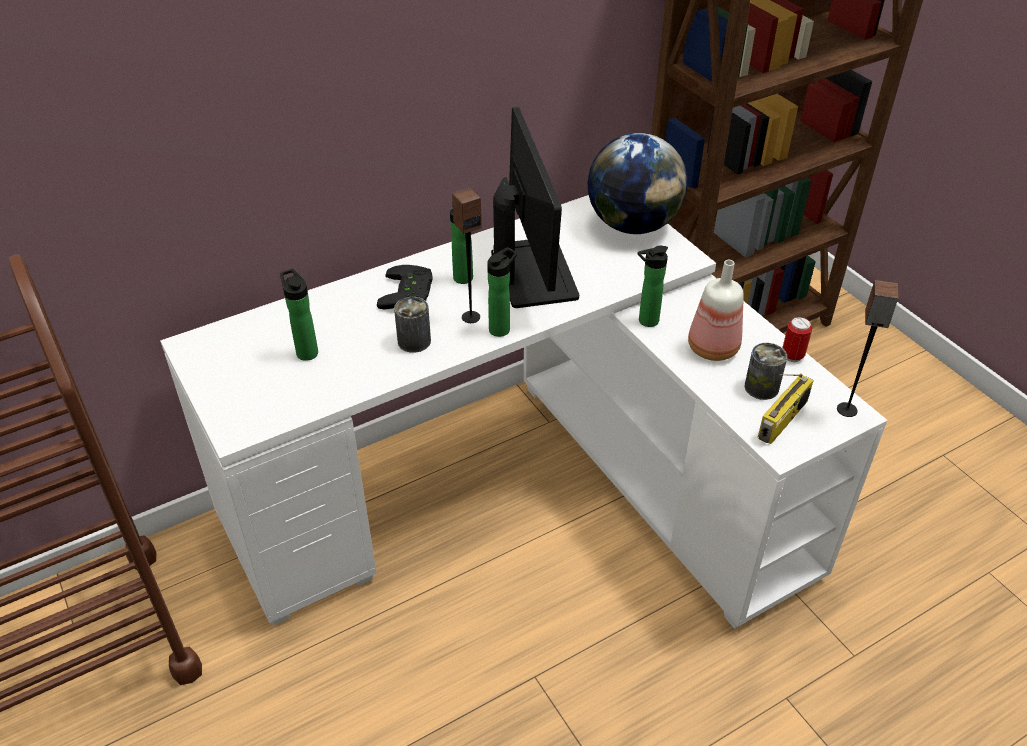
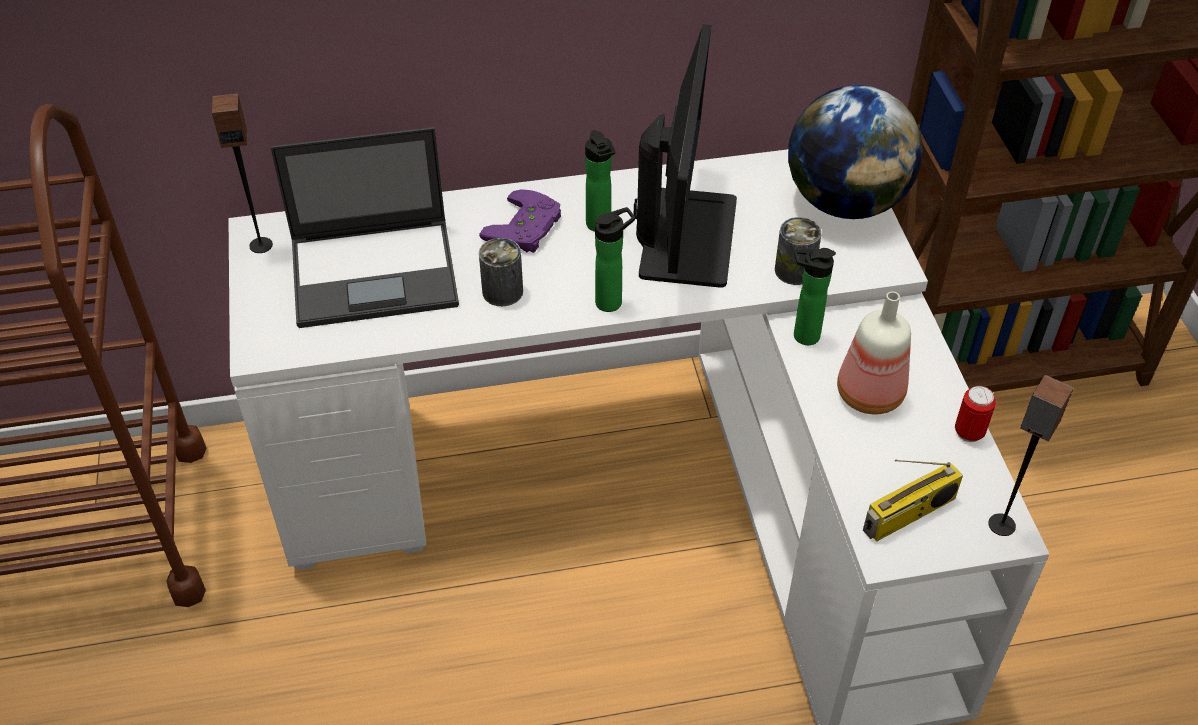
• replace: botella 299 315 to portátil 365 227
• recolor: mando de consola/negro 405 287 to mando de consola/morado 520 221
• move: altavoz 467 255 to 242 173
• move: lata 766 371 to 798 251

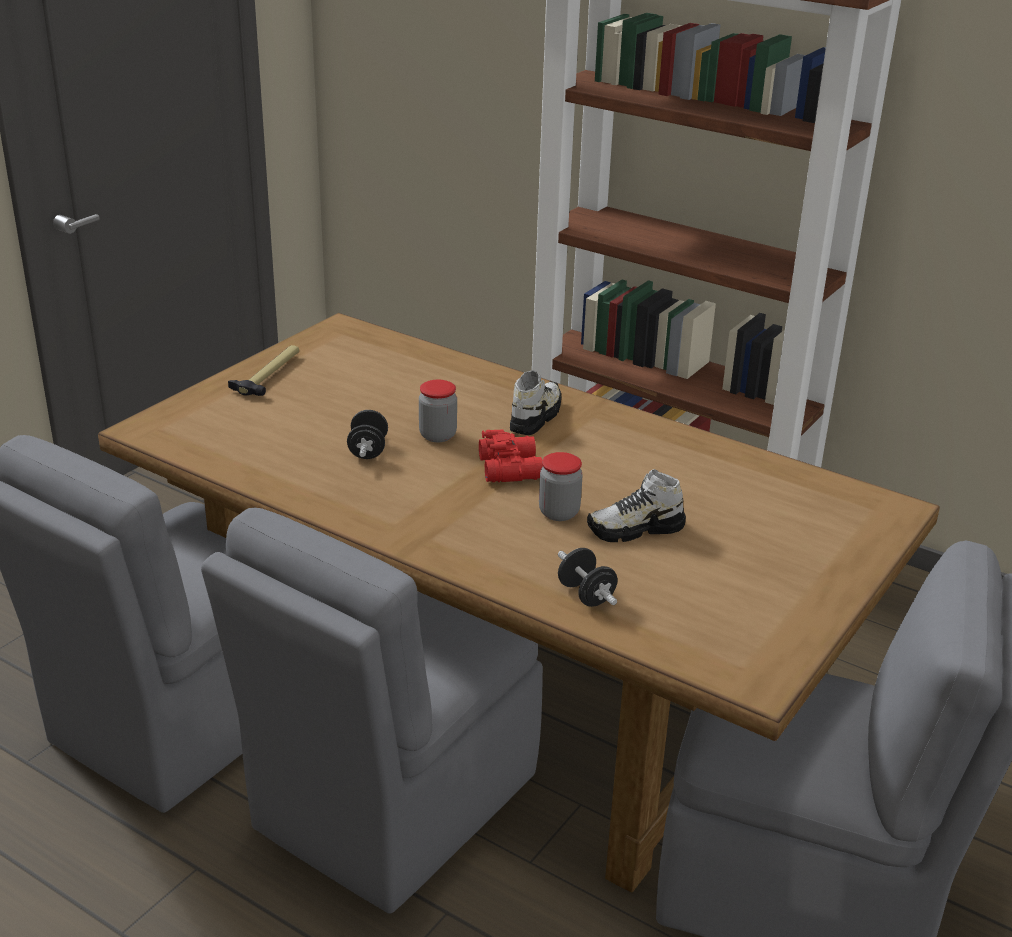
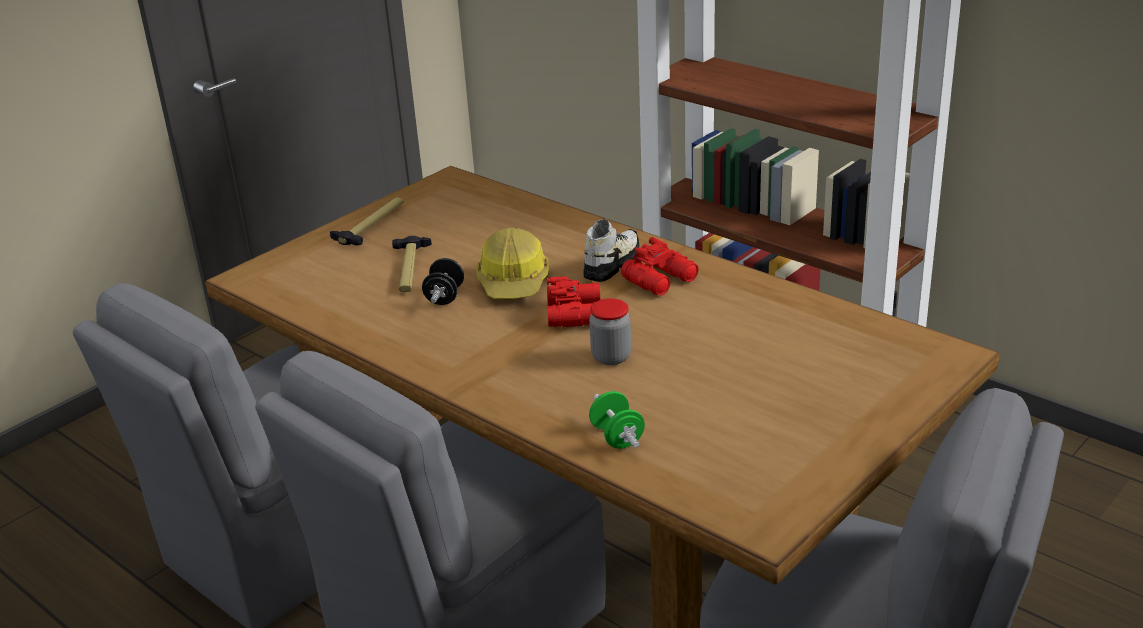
• replace: tarro 438 411 to casco 512 263
• recolor: mancuerna/negro 587 577 to mancuerna/verde 617 420
• delete: zapato 636 505
• insert: martillo 412 264
• insert: prismáticos/rojo 660 266

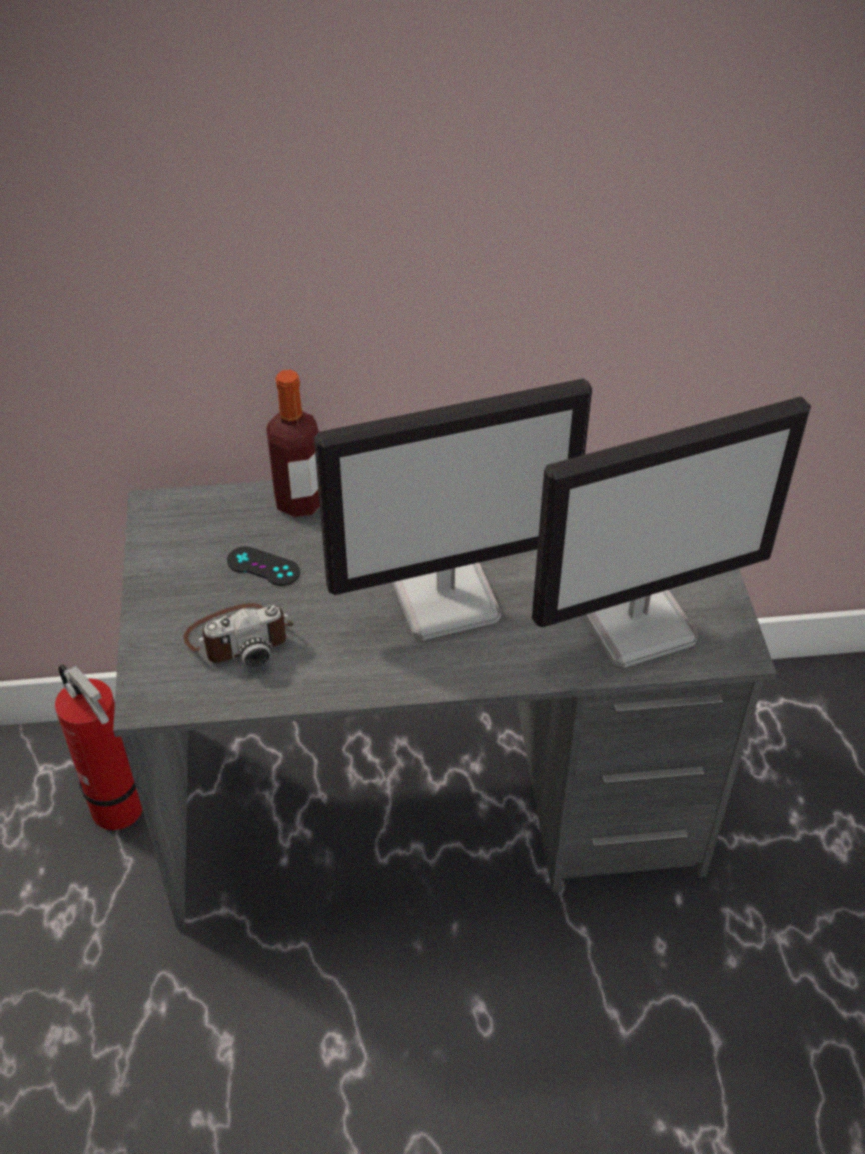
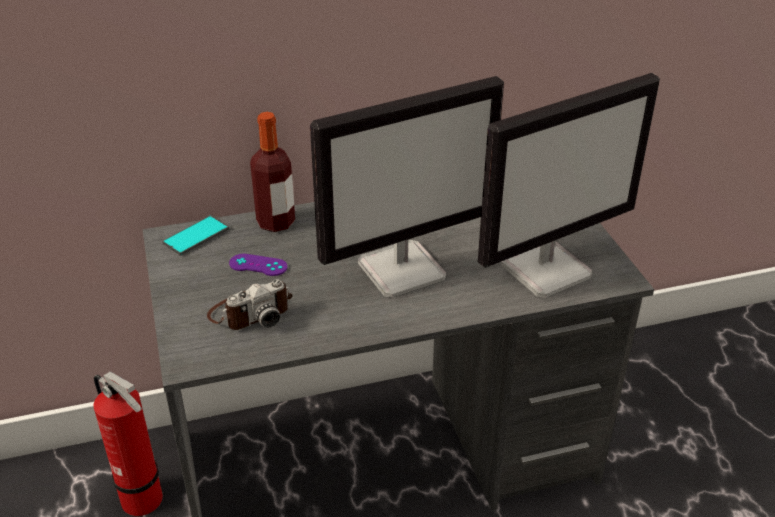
• recolor: mando de consola/negro 263 566 to mando de consola/morado 258 265
• insert: móvil 195 235

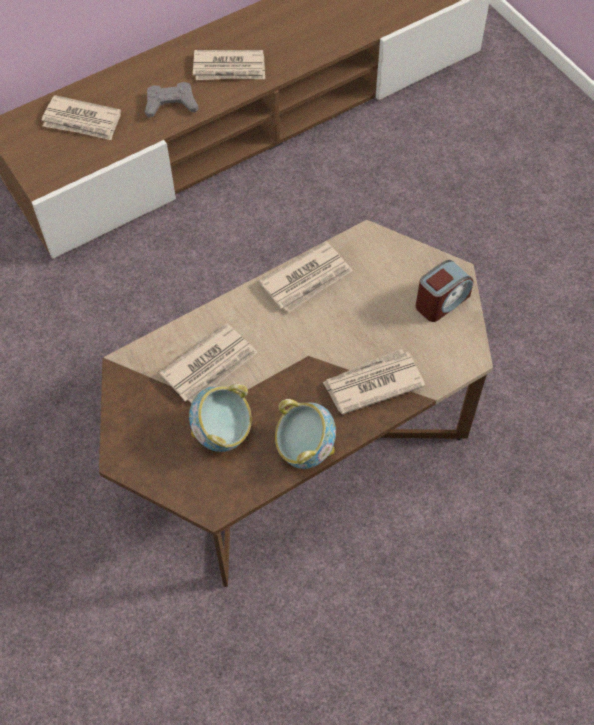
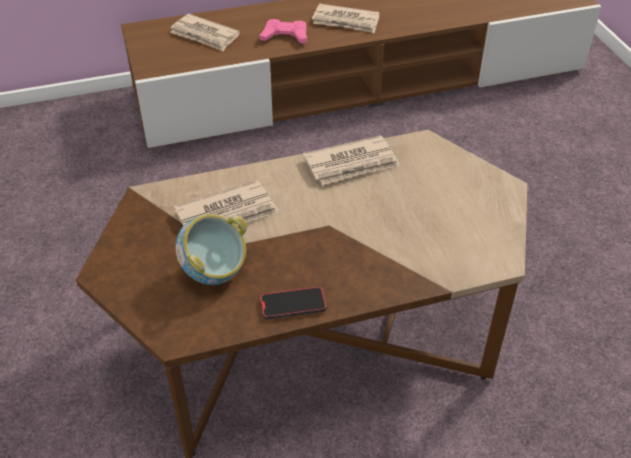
• recolor: mando de consola/gris 171 100 to mando de consola/rosa 283 31
• replace: cuenco 305 434 to móvil 293 302
• delete: periódico 373 382
• delete: despertador 444 291

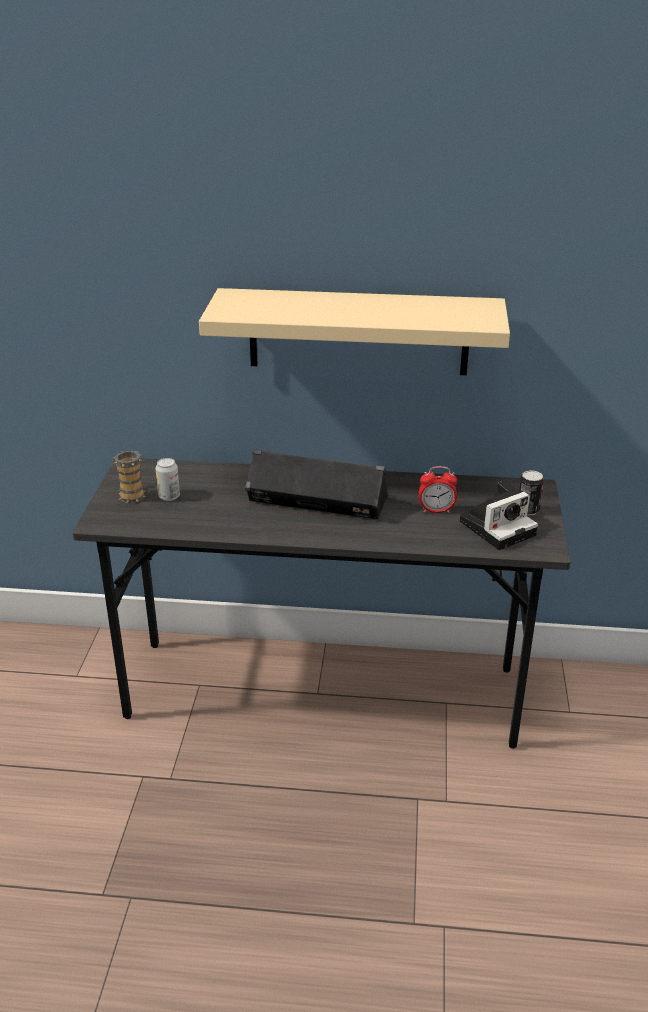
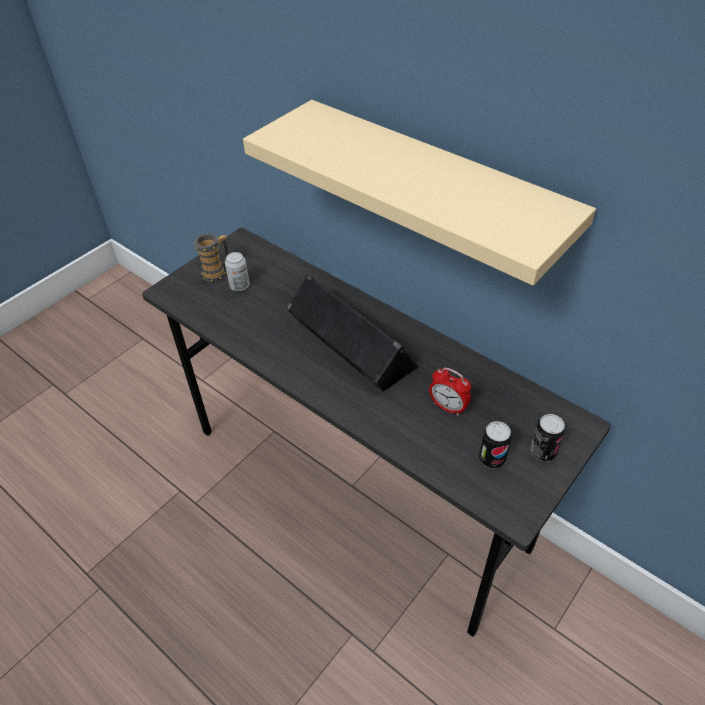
• replace: cámara 499 515 to lata 495 445

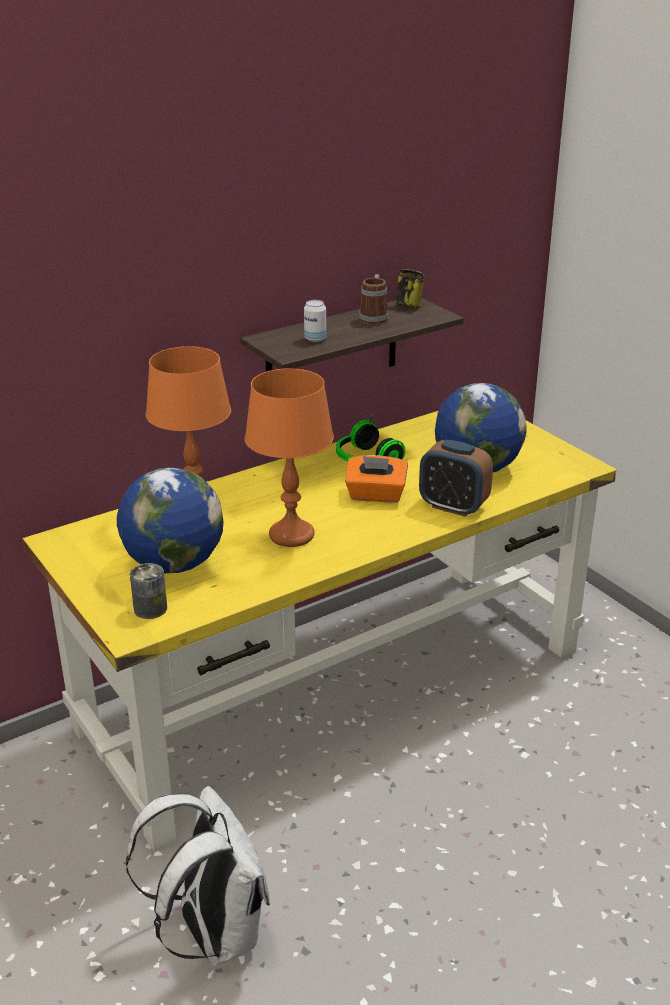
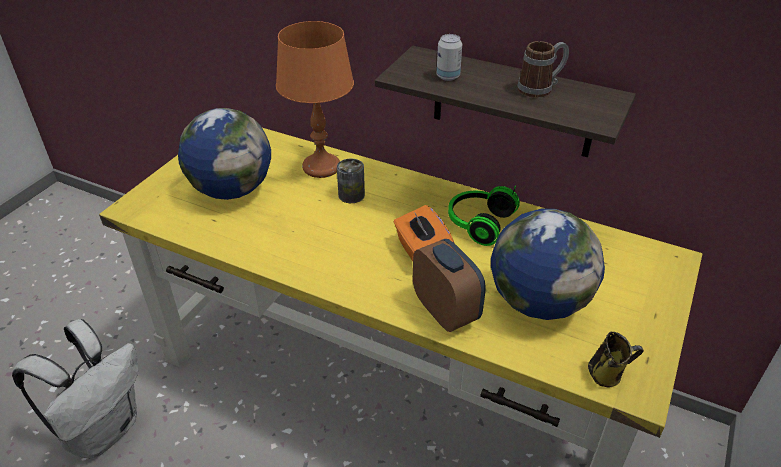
• move: lata 148 591 to 351 181
• delete: lámpara de mesa/naranja 289 457
• move: taza grande 410 289 to 616 360
• rotate: despertador 456 478 = 449 285 150 degrees clockwise

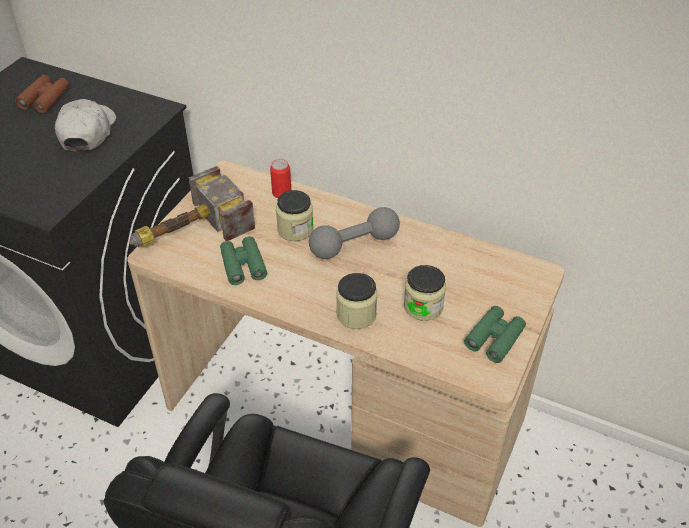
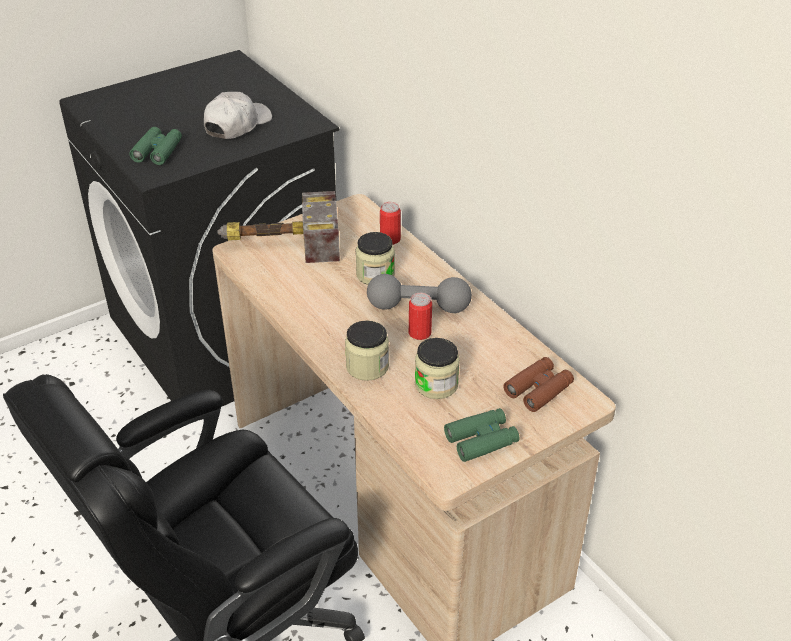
• move: prismáticos/marrón 42 94 to 538 384
• move: prismáticos/verde 243 260 to 155 146
• insert: lata 420 316

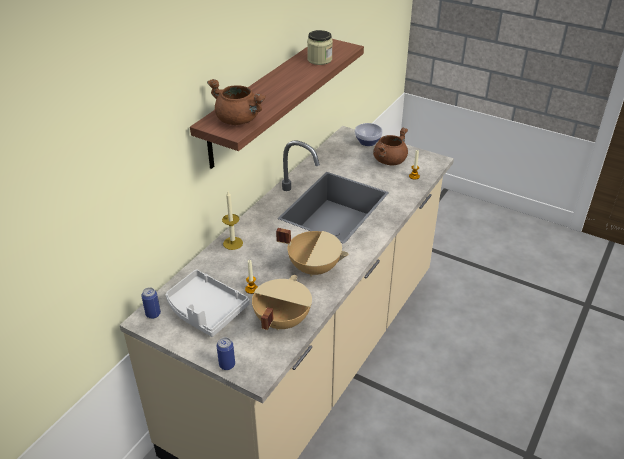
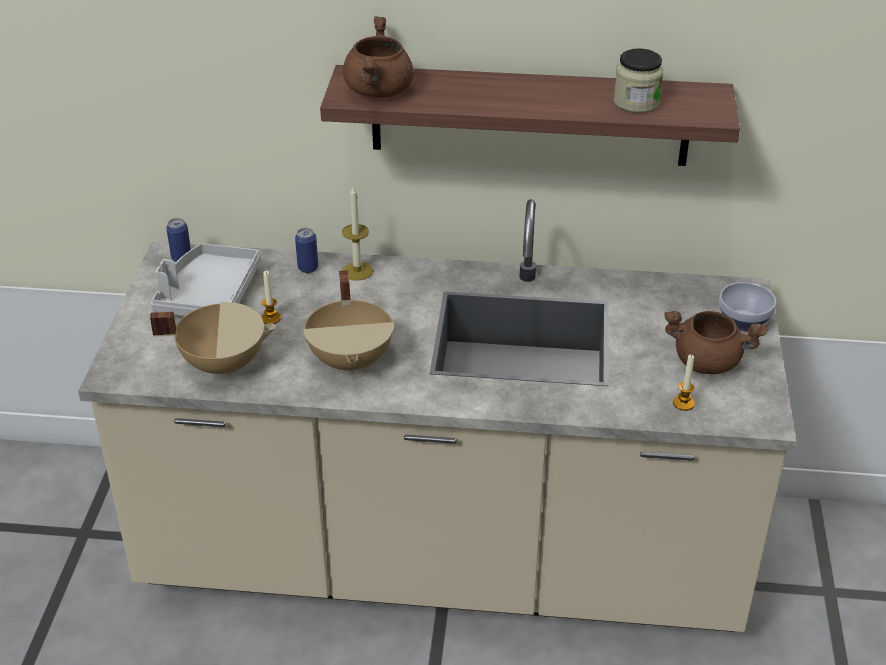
• move: lata 226 353 to 306 250

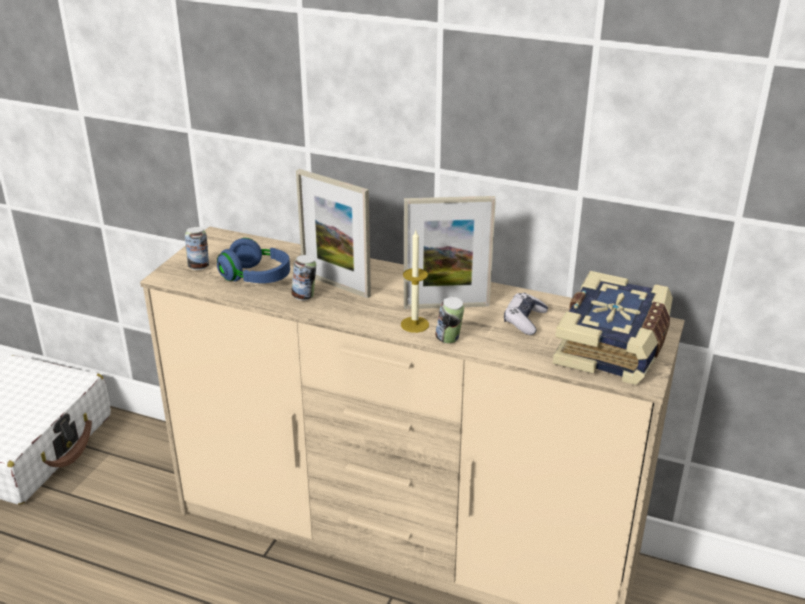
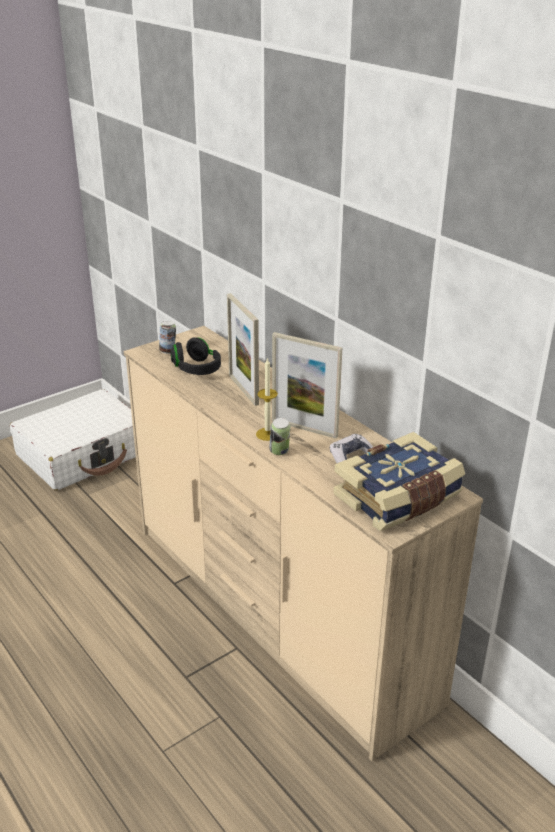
• recolor: auriculares/azul 253 260 to auriculares/negro 195 356
• delete: lata 303 277

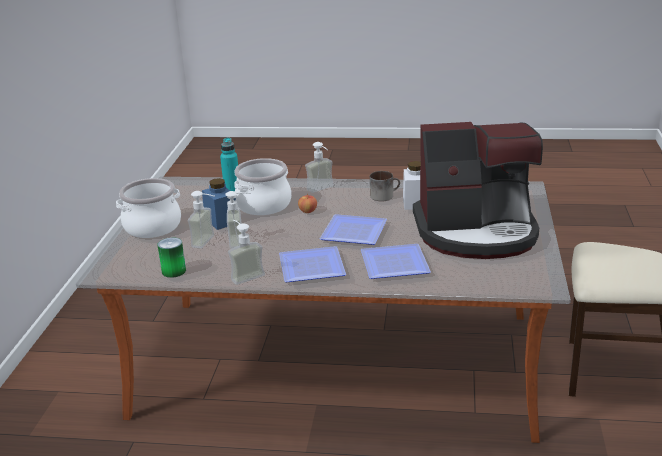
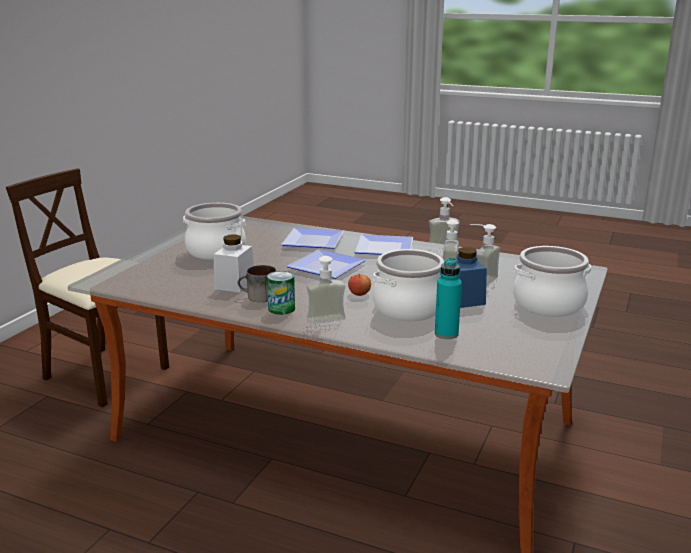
• move: lata 171 257 to 281 293
• replace: cafetera 478 190 to olla 214 231

